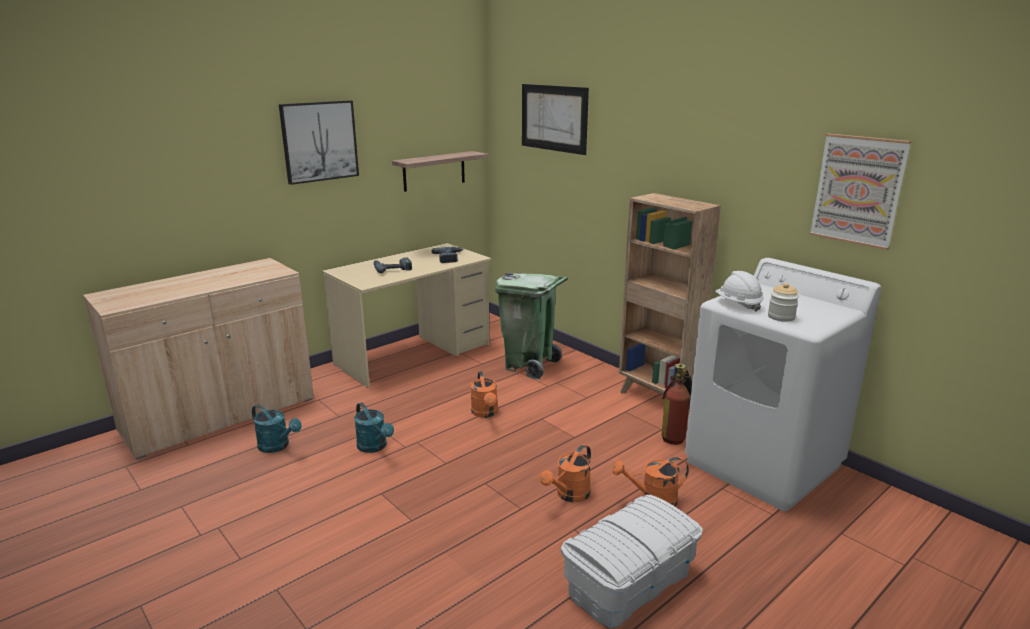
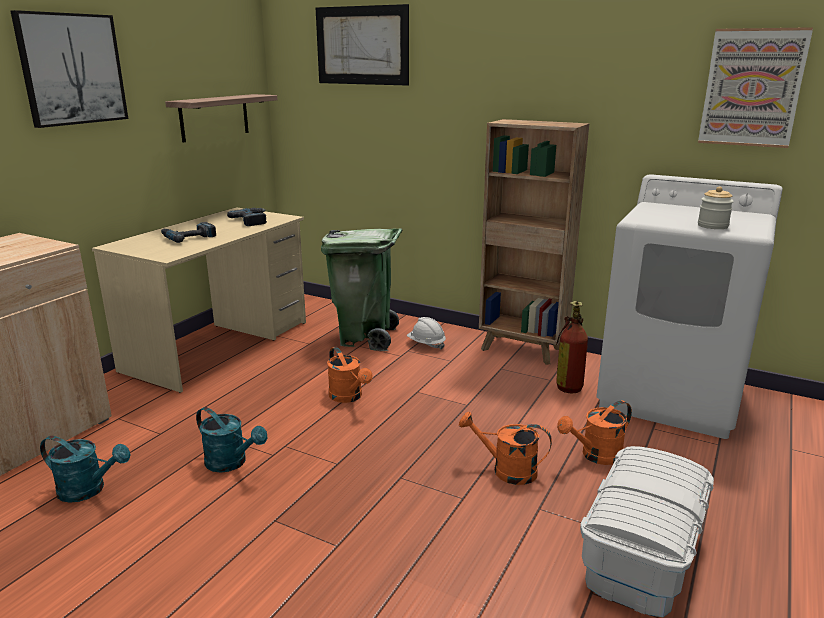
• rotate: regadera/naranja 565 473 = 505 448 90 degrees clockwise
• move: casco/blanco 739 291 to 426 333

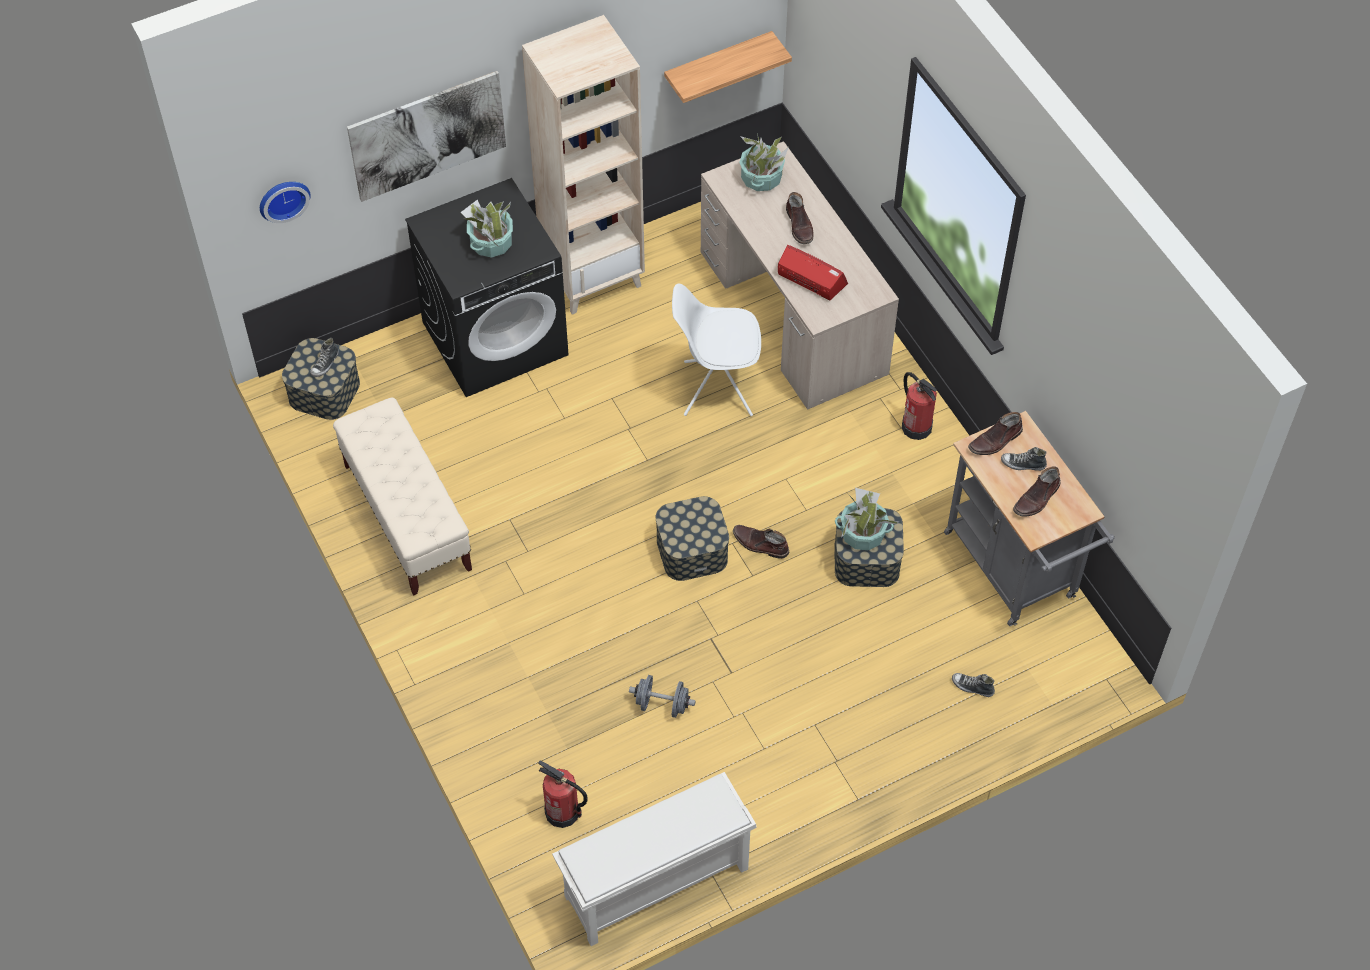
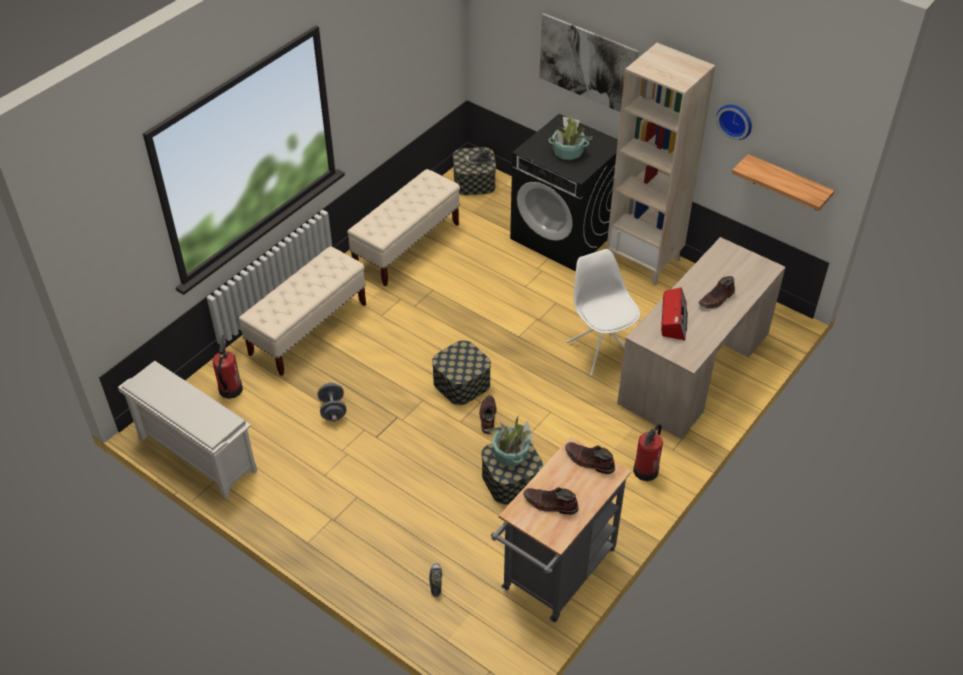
• move: reloj de pared 285 202 to 734 122
• delete: planta en maceta 764 162
• delete: zapato 1024 459
• insert: banco/beis 302 311

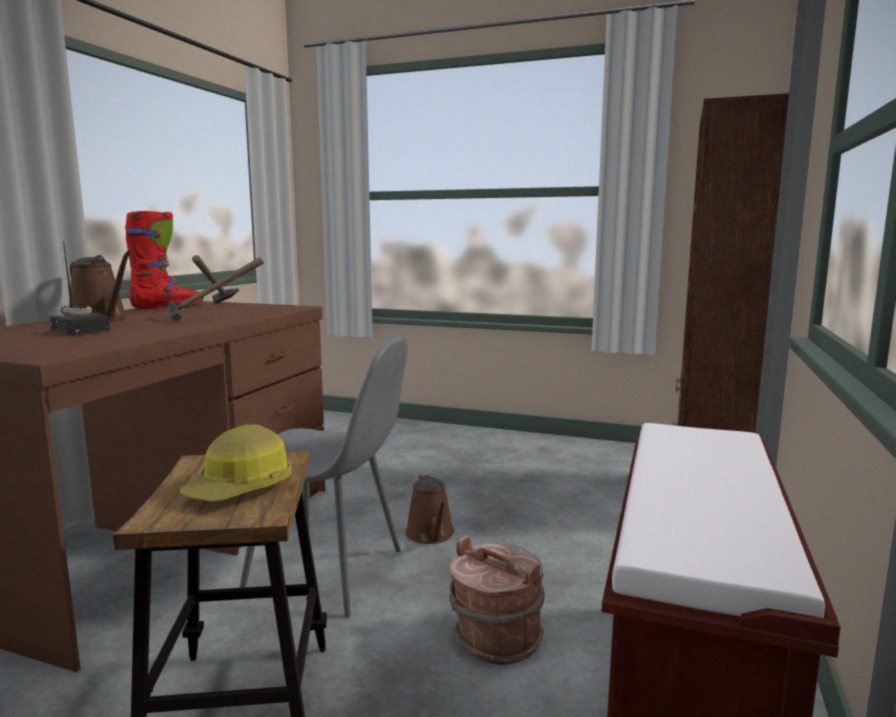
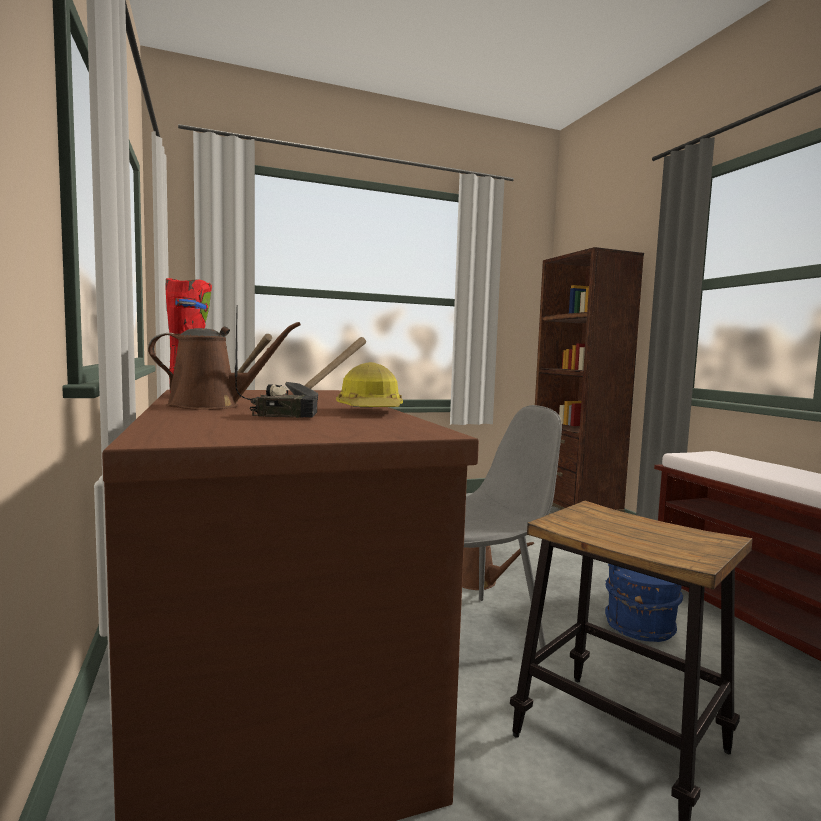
• move: casco 236 463 to 369 385
• recolor: cubo/marrón 497 600 to cubo/azul 644 603

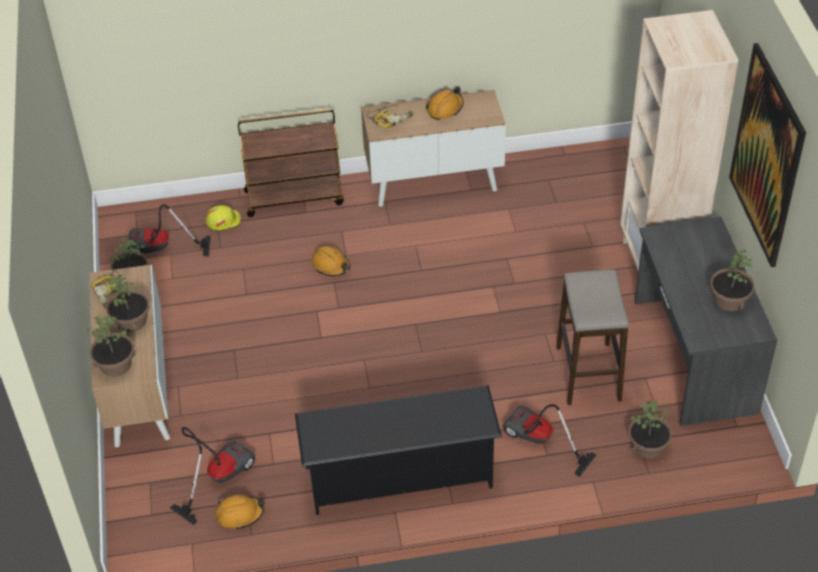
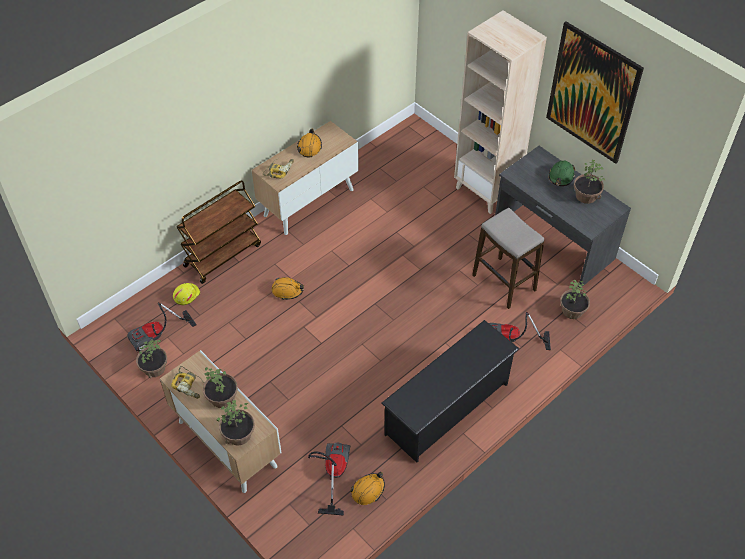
• insert: casco/verde 562 173

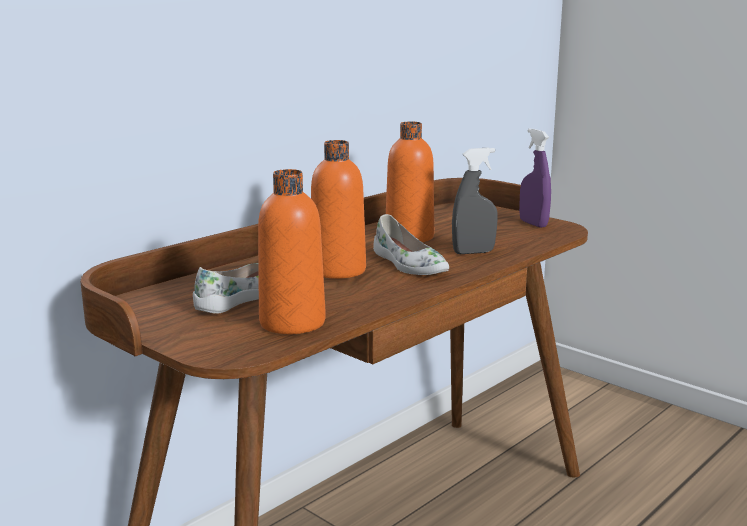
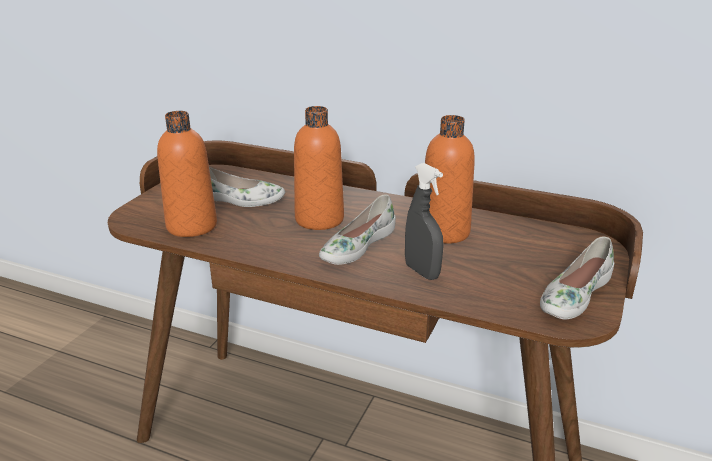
• replace: pulverizador/morado 535 178 to zapato/blanco 577 278

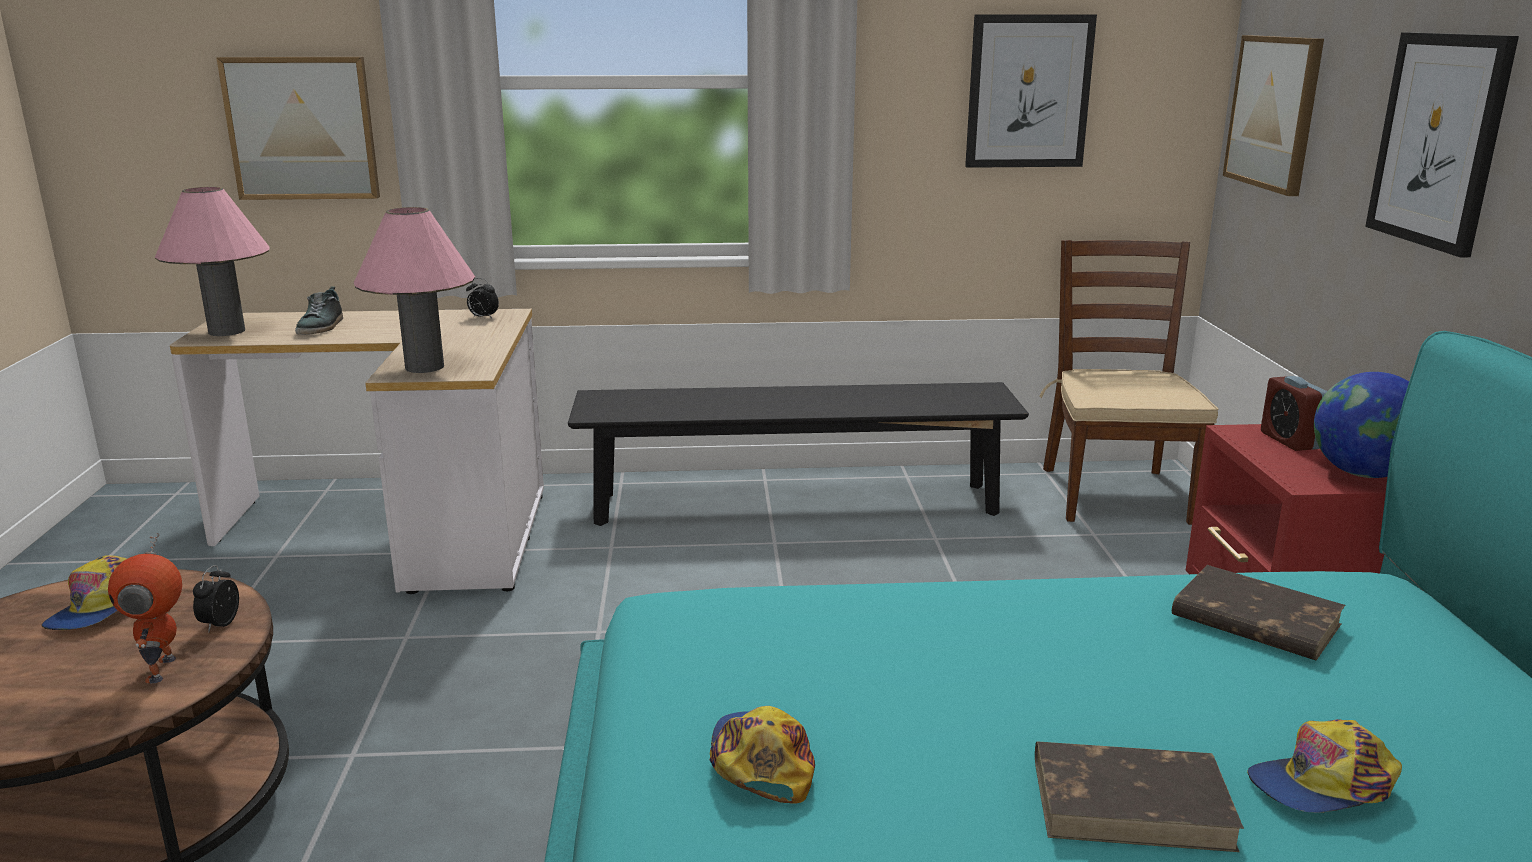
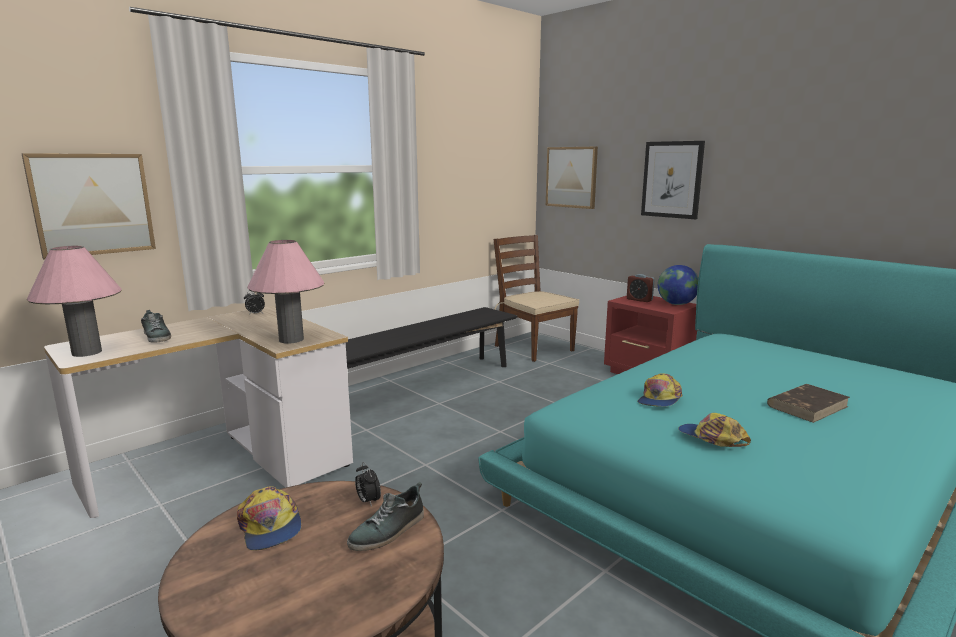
• replace: robot de juguete 145 608 to zapato 385 516
• delete: cuadro 1031 91
• delete: libro/marrón 1258 612
• move: gorra 1324 766 to 660 390

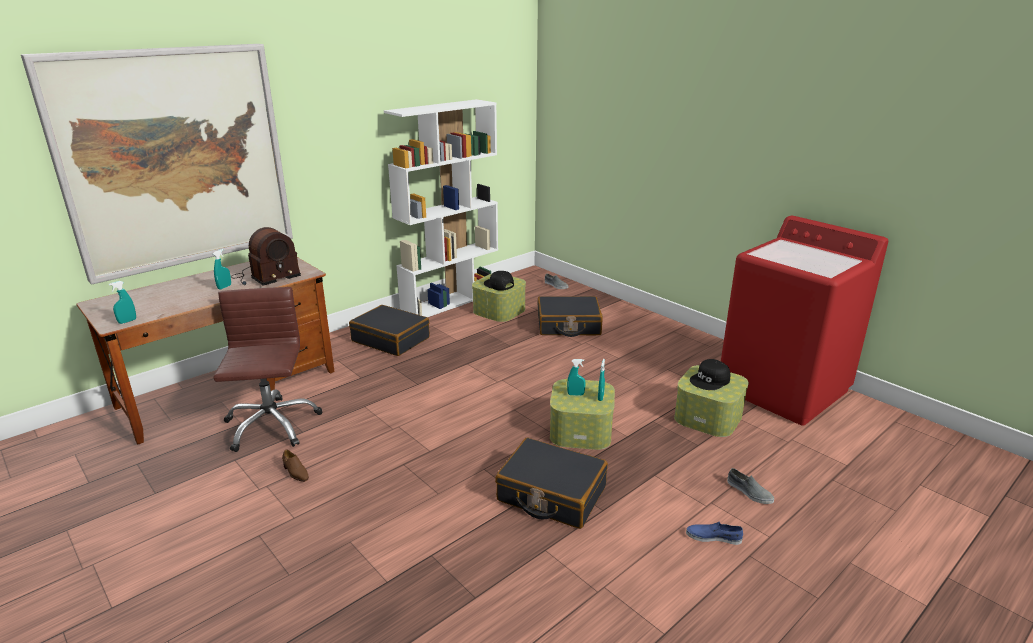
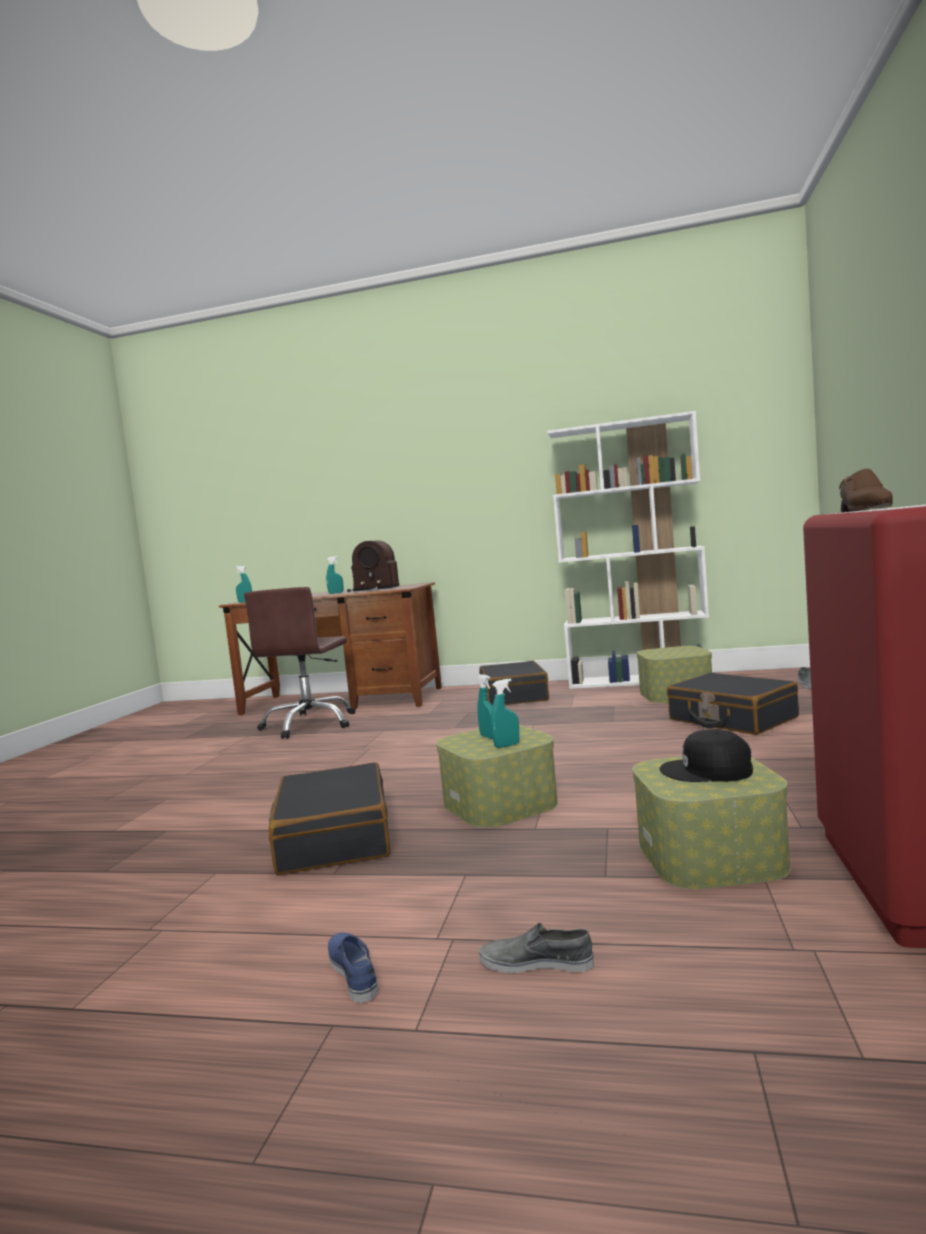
• delete: cuadro 157 164
• rotate: silla de oficina/marrón 267 369 = 299 663 150 degrees clockwise
• move: zapato/marrón 295 466 to 866 490
• delete: gorra/negro 499 280
• rotate: zapato/gris 750 486 = 536 948 90 degrees clockwise

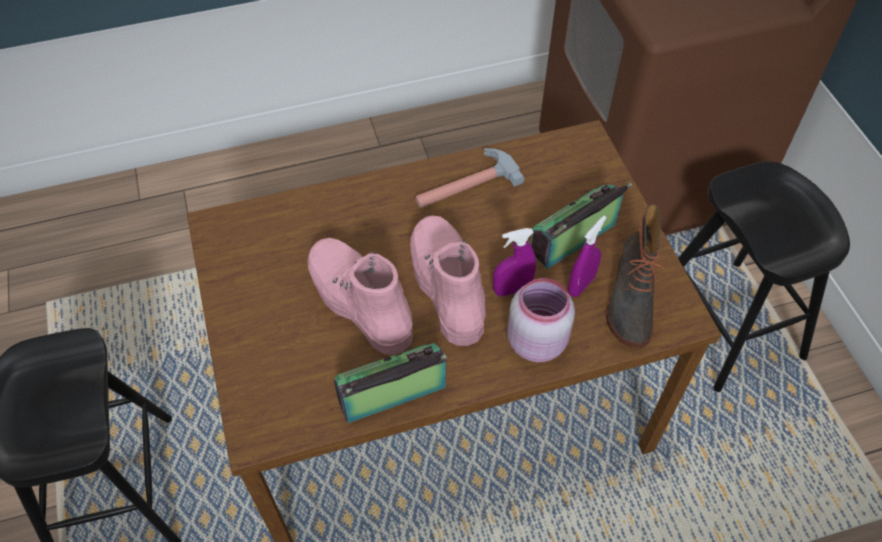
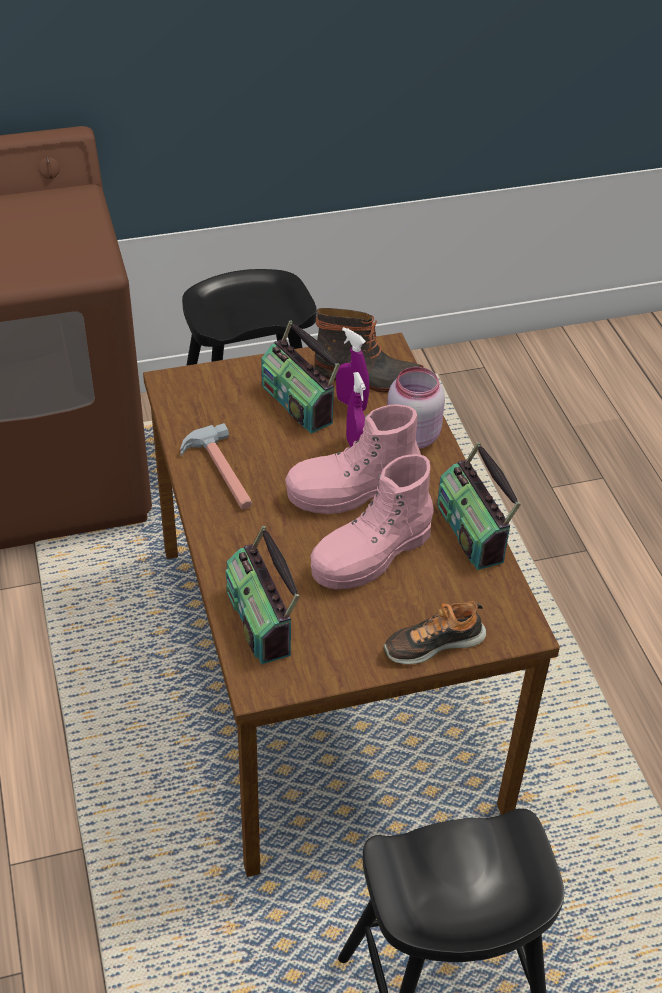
• insert: radio 263 595
• insert: zapato 434 632

